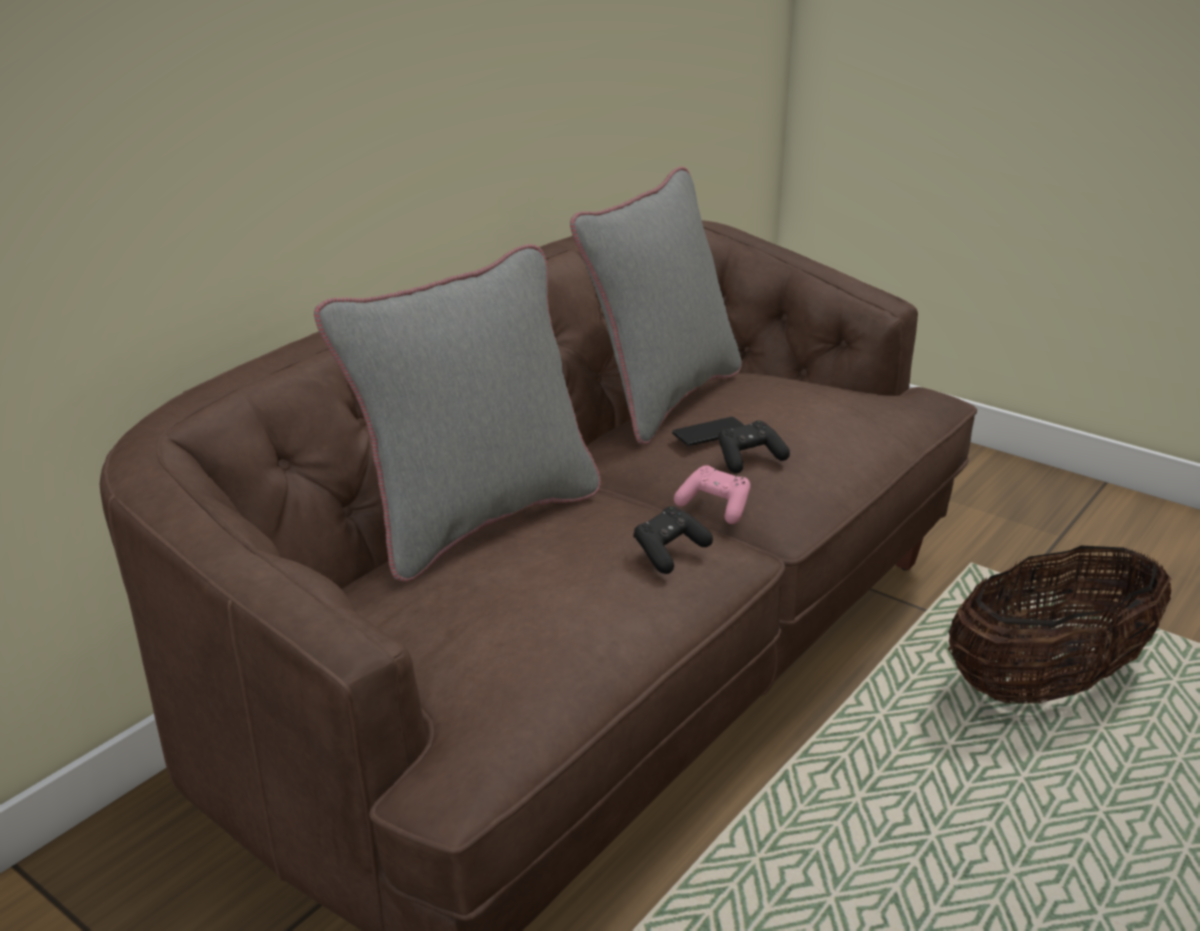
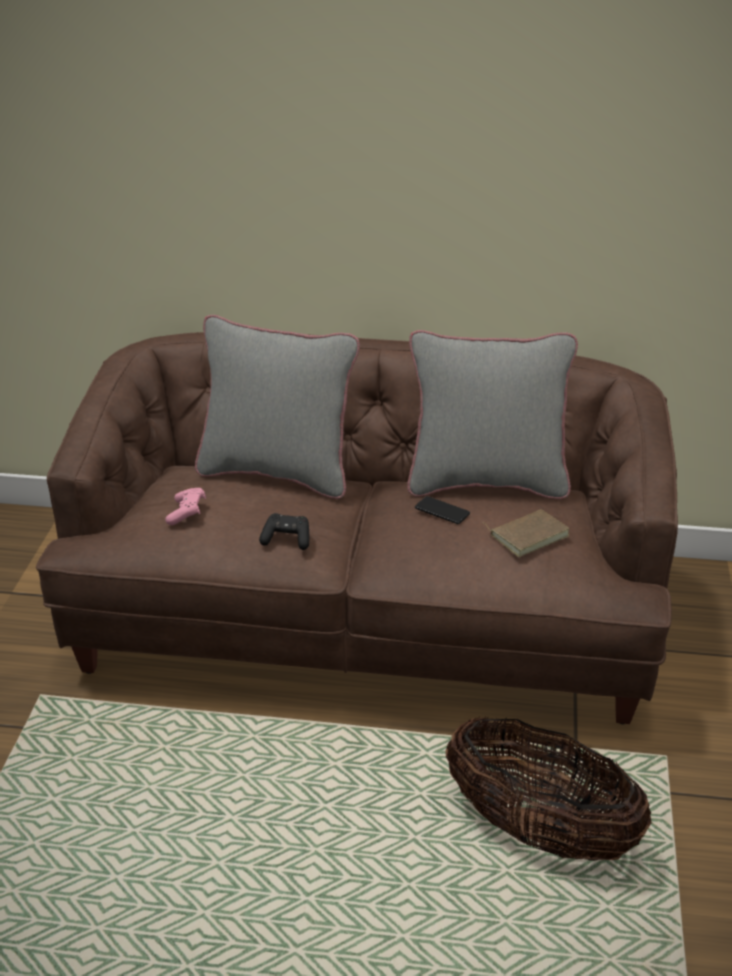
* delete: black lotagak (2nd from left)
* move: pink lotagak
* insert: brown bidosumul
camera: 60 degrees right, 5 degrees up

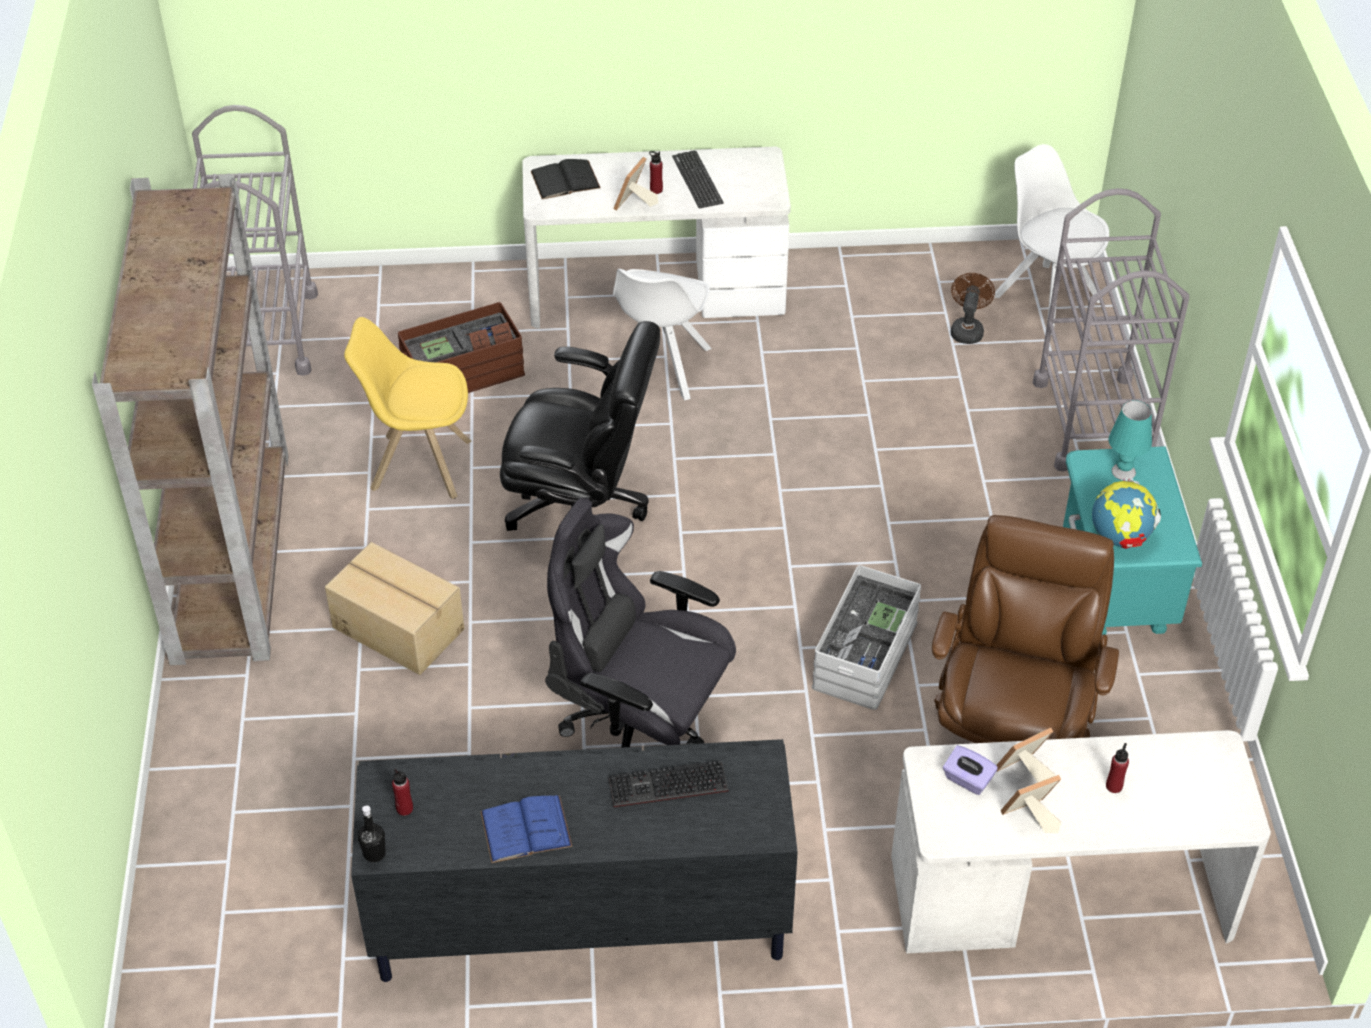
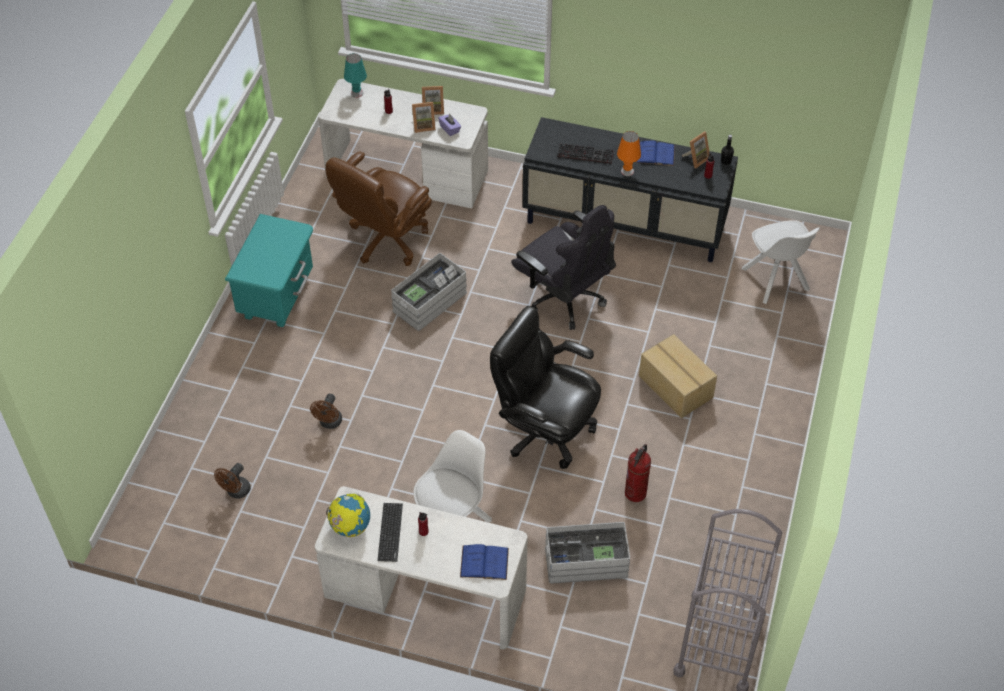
* move: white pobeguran (2nd from left)
* move: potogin (1st from left in the first image) to potogin (3rd from left)
* recolor: black bidosumul to blue bidosumul (1st from left)
* delete: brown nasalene
* delete: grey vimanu (2nd from left)
* recolor: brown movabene to grey movabene (2nd from left)
* replace: yellow pobeguran to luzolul
* move: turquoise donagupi
* move: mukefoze
* insert: orange donagupi
* insert: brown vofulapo (2nd from left)
camera: 160 degrees left, 5 degrees up

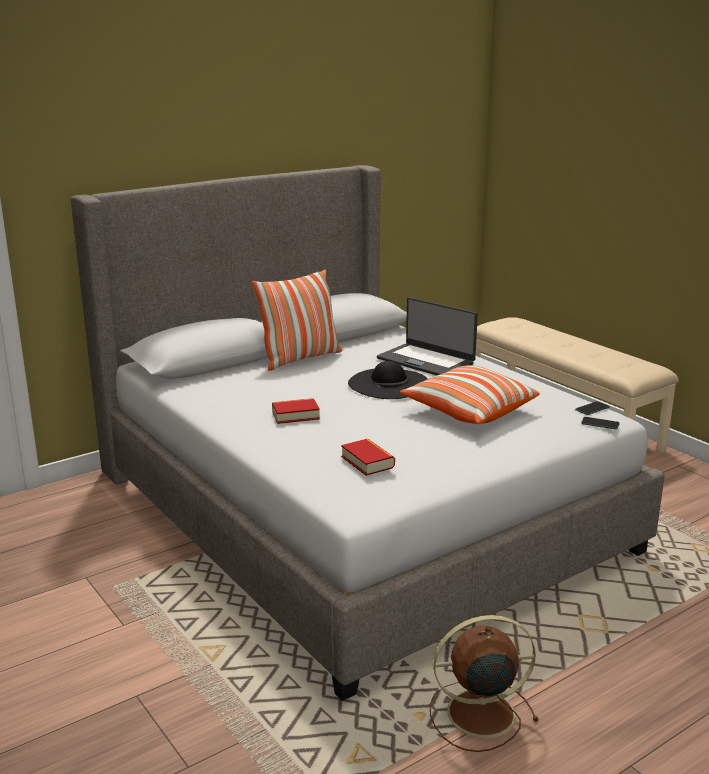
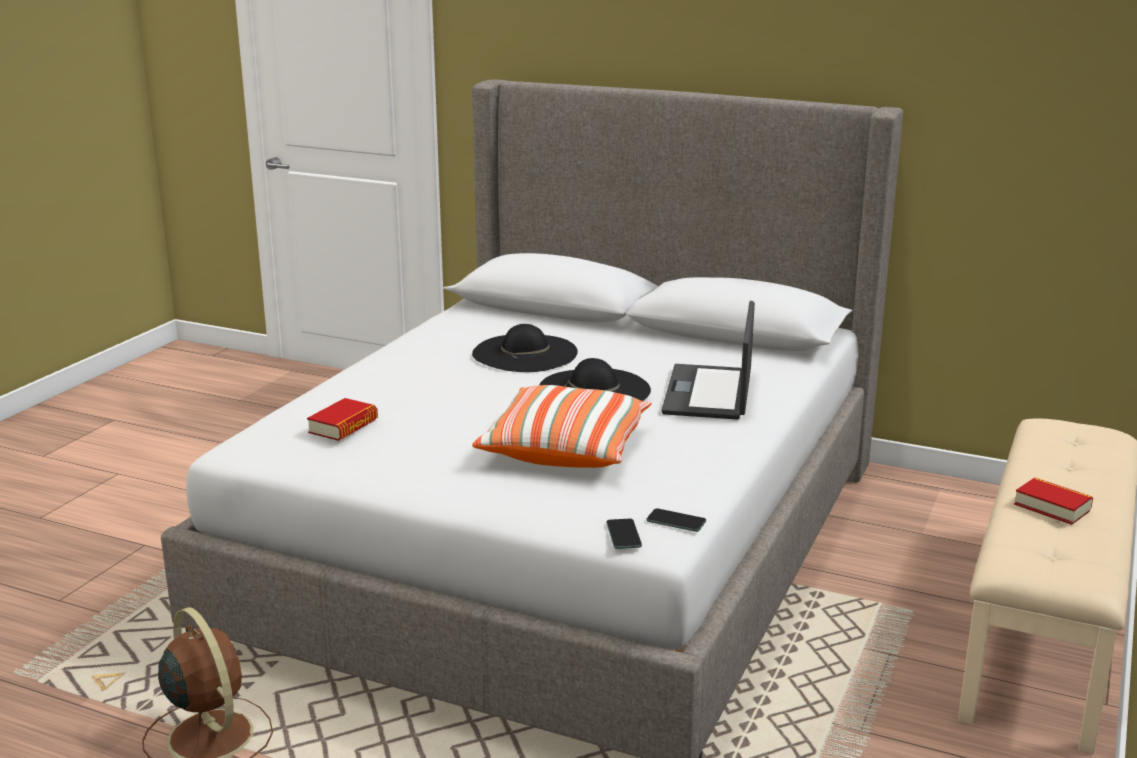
* delete: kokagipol (1st from left)
* move: bidosumul (1st from left in the first image) to bidosumul (2nd from left)
* insert: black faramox (1st from left)
camera: 60 degrees right, 0 degrees up

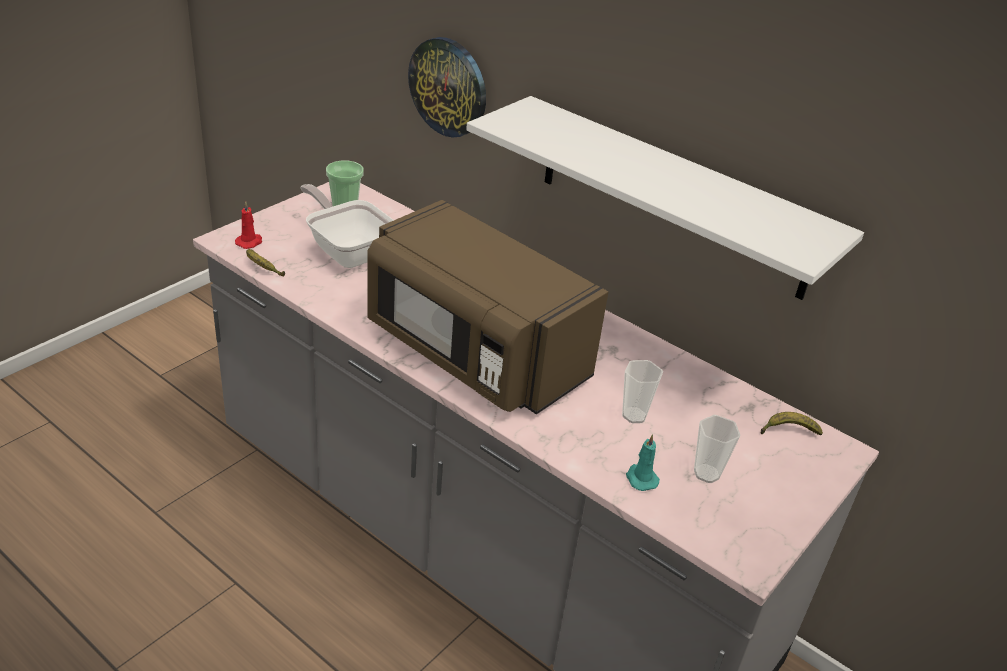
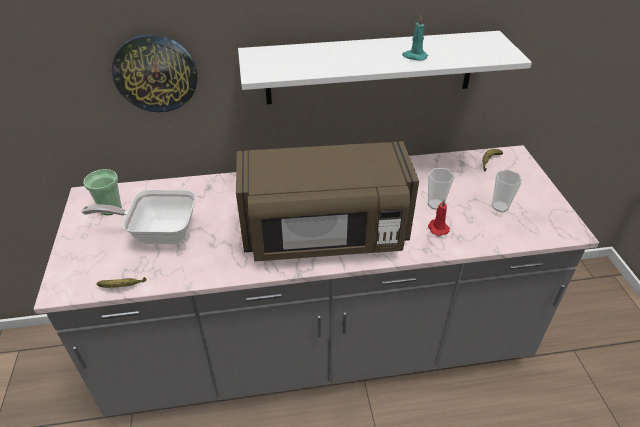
* move: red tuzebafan
* move: turquoise tuzebafan
camera: 45 degrees left, 5 degrees up

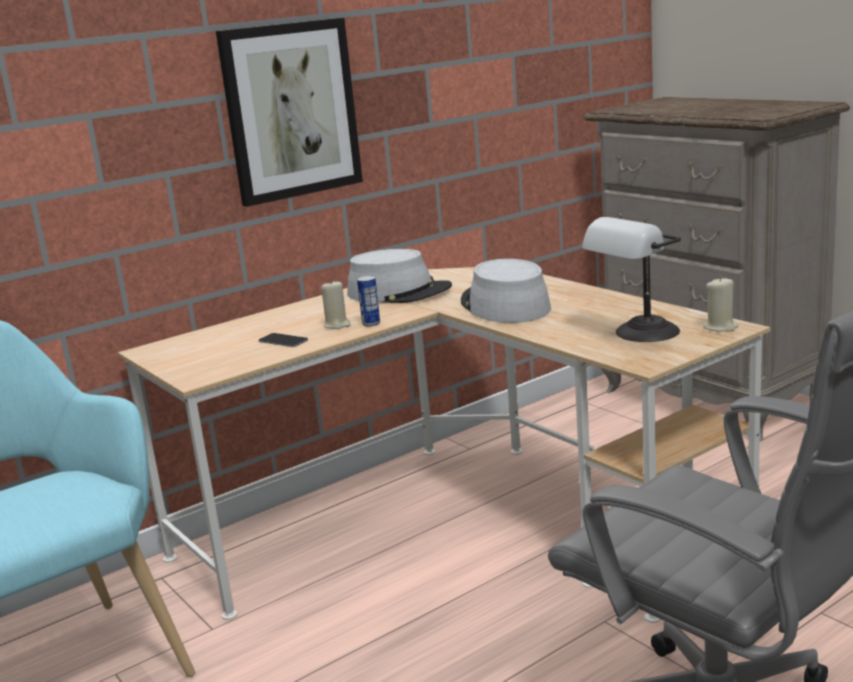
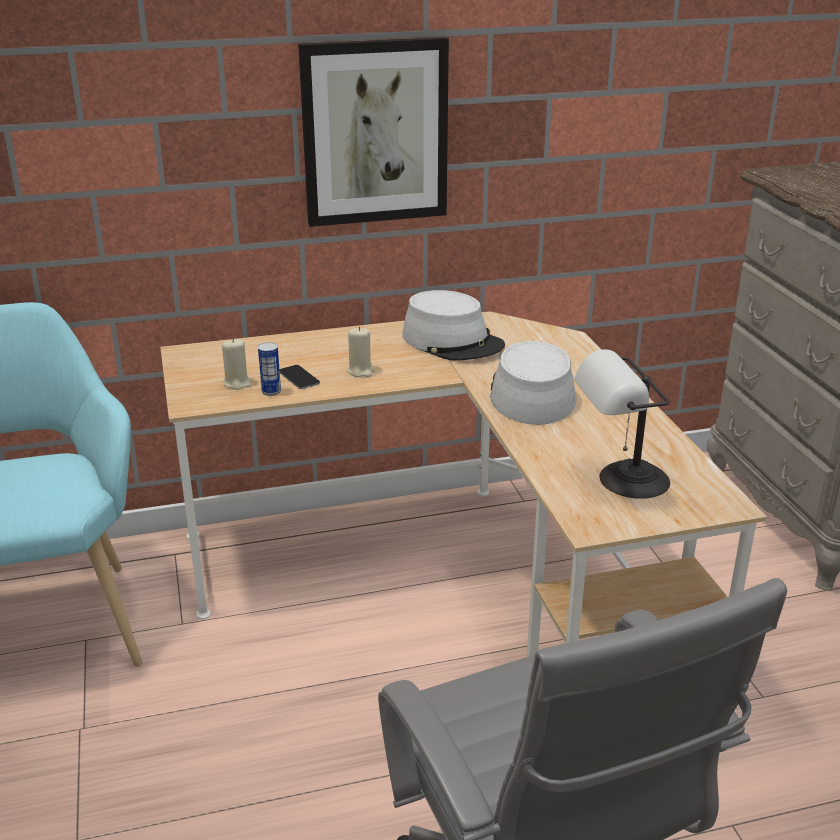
* move: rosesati
* move: beige tuzebafan (2nd from left in the first image) to beige tuzebafan (1st from left)
camera: 20 degrees right, 10 degrees up

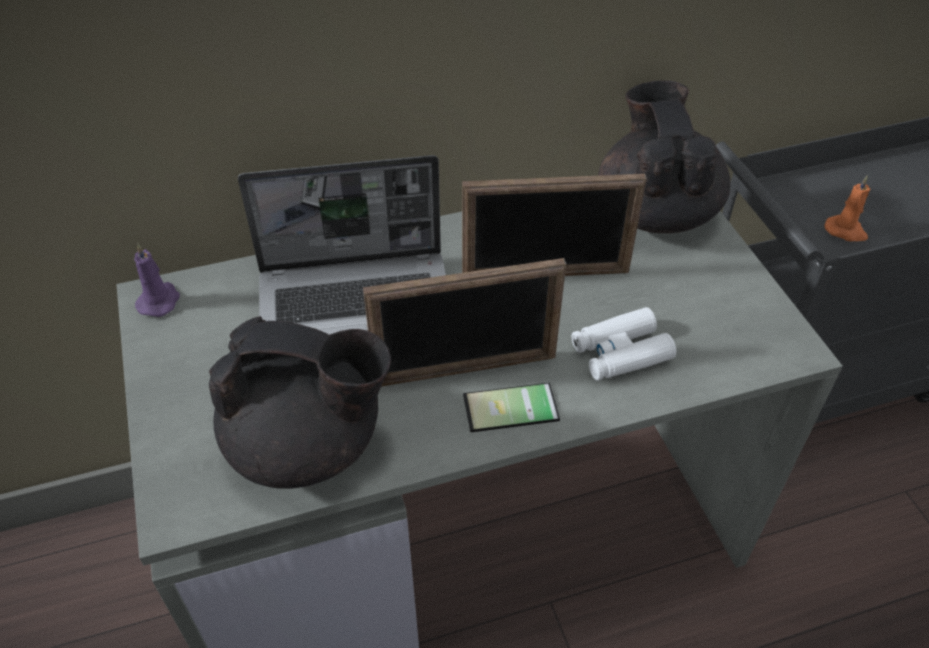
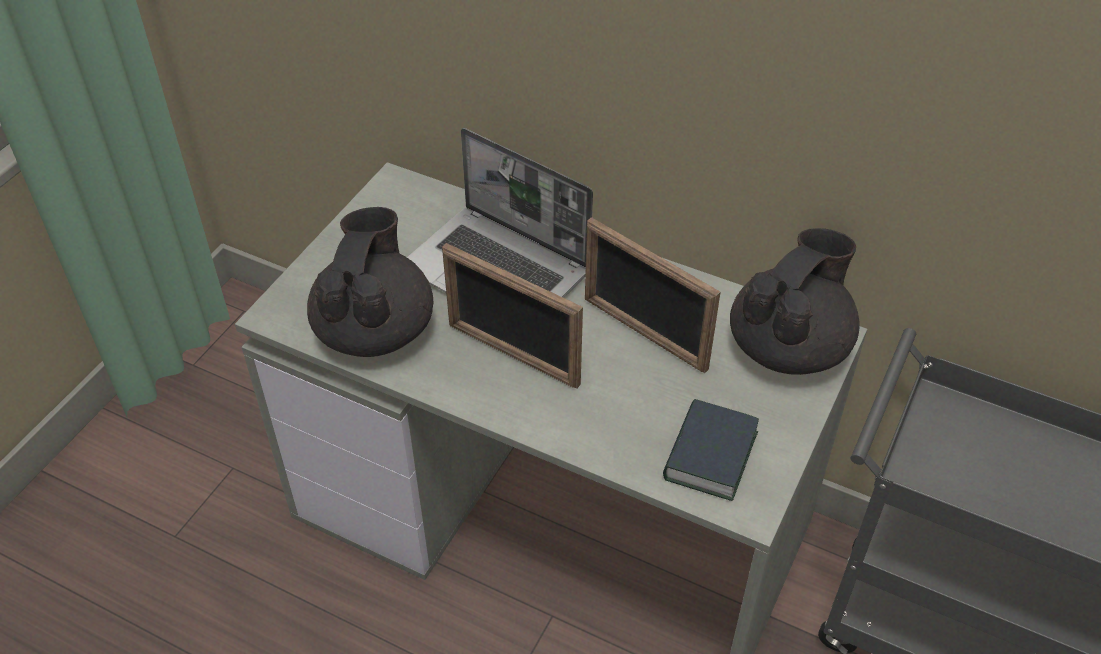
* delete: orange tuzebafan
* delete: purple tuzebafan
* delete: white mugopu
* rotate: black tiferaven (1st from left) 135 degrees counterclockwise
* delete: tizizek
* insert: bidosumul
camera: 45 degrees right, 0 degrees up

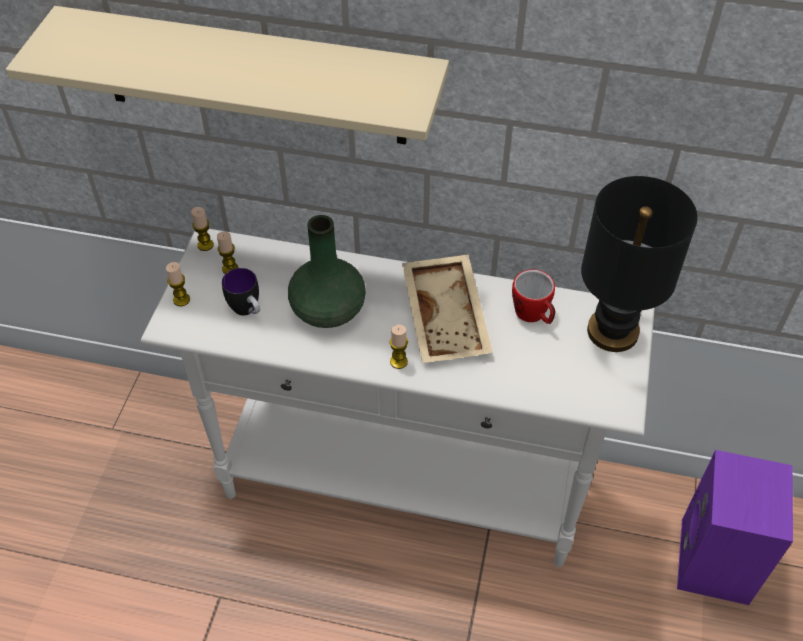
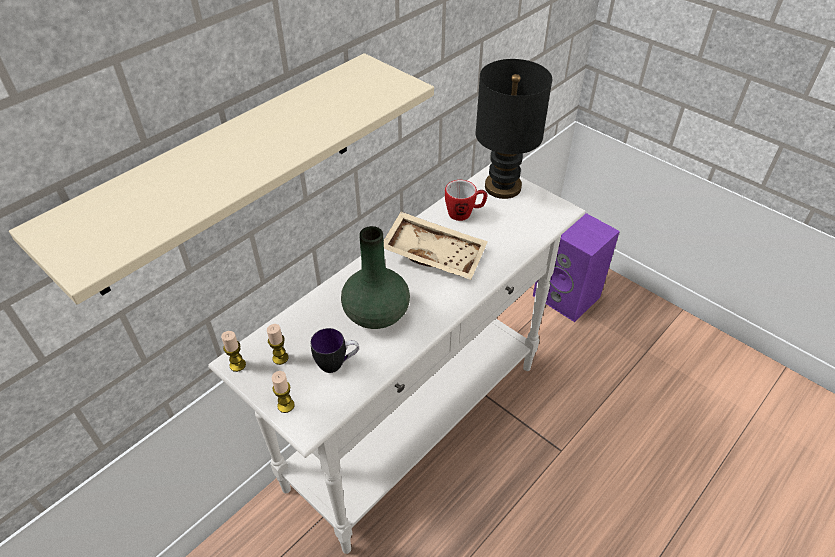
* delete: tuzebafan (4th from left)
camera: 60 degrees left, 5 degrees down

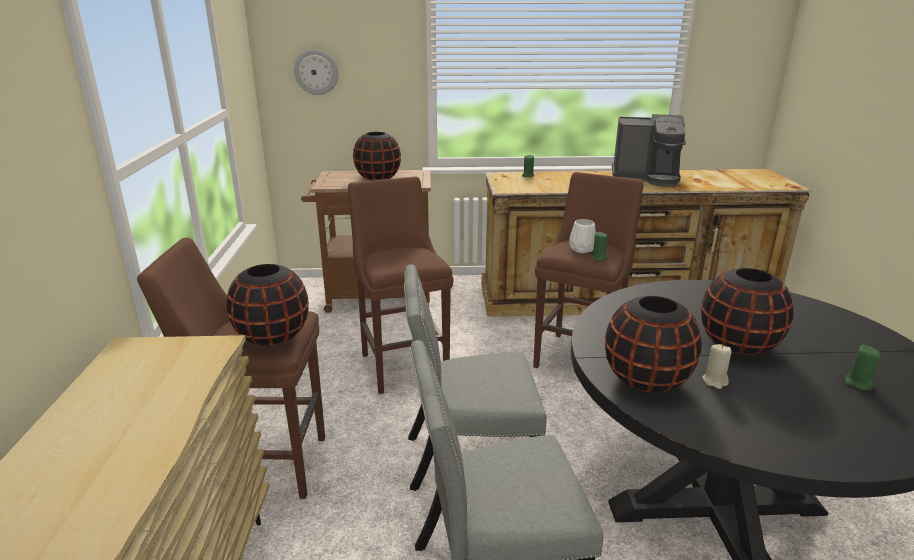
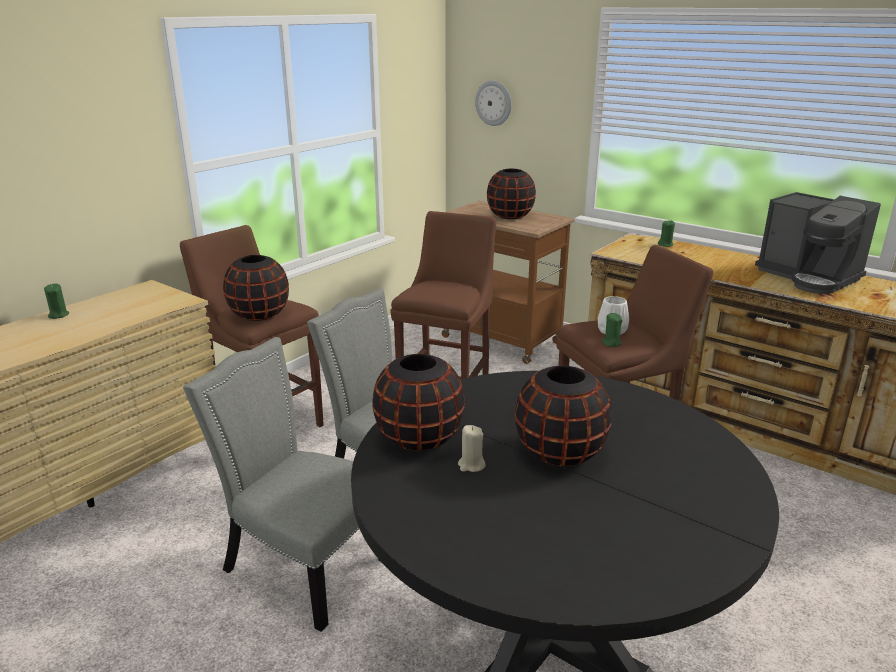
* move: green tuzebafan (3rd from left in the first image) to green tuzebafan (1st from left)
camera: 40 degrees right, 0 degrees up

